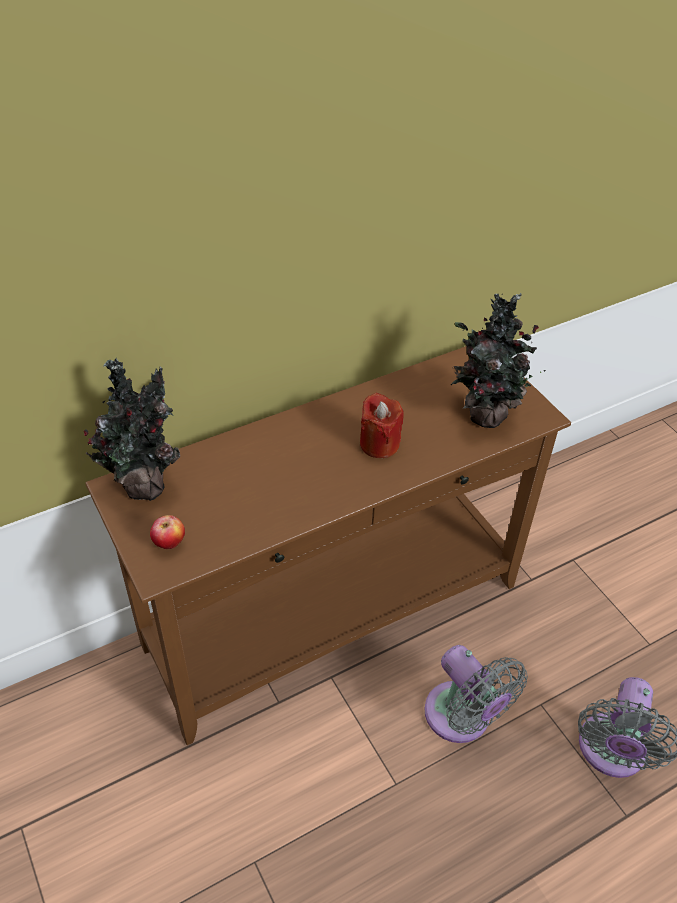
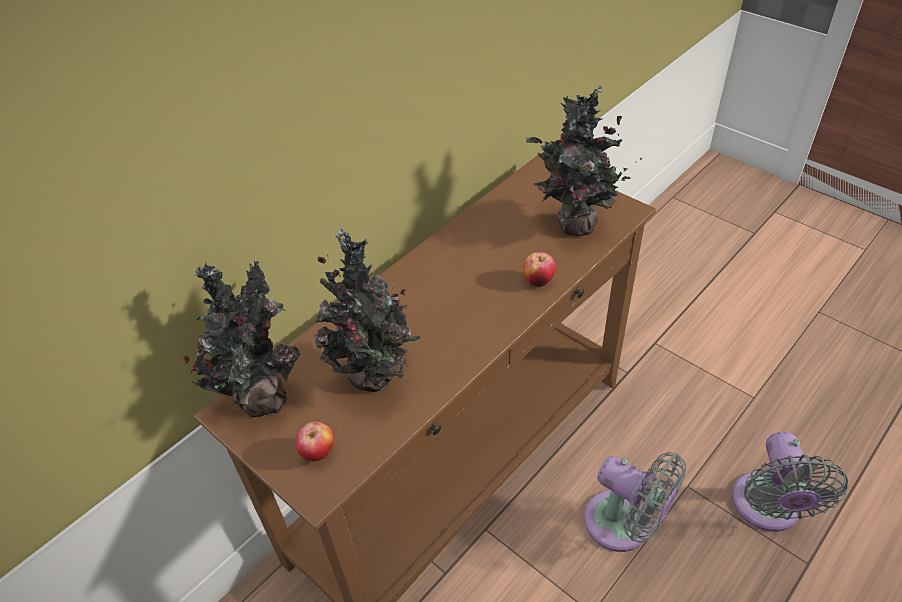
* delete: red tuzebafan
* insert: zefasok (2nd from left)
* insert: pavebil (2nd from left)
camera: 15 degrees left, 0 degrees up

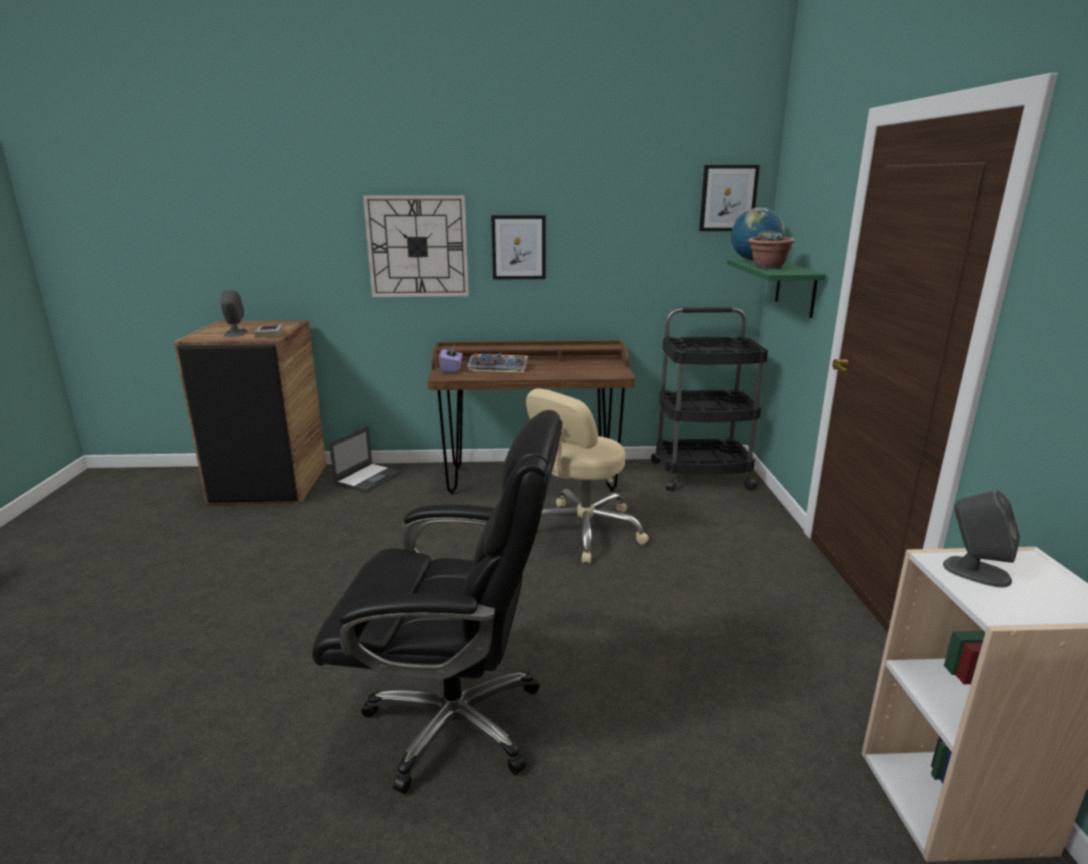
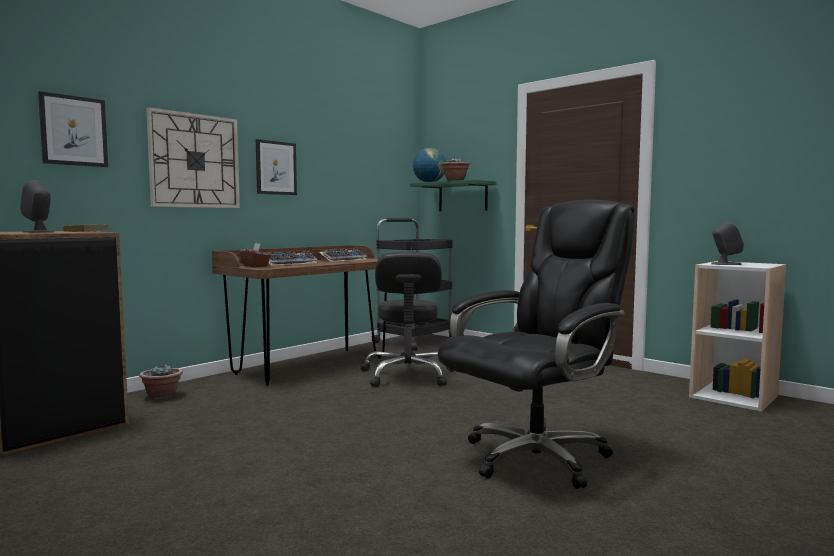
* move: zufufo (2nd from left in the first image) to zufufo (1st from left)
* recolor: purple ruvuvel to brown ruvuvel
* recolor: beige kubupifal to black kubupifal (1st from left)
* replace: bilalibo to zefasok (1st from left)
* insert: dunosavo (2nd from left)
camera: 45 degrees left, 15 degrees down

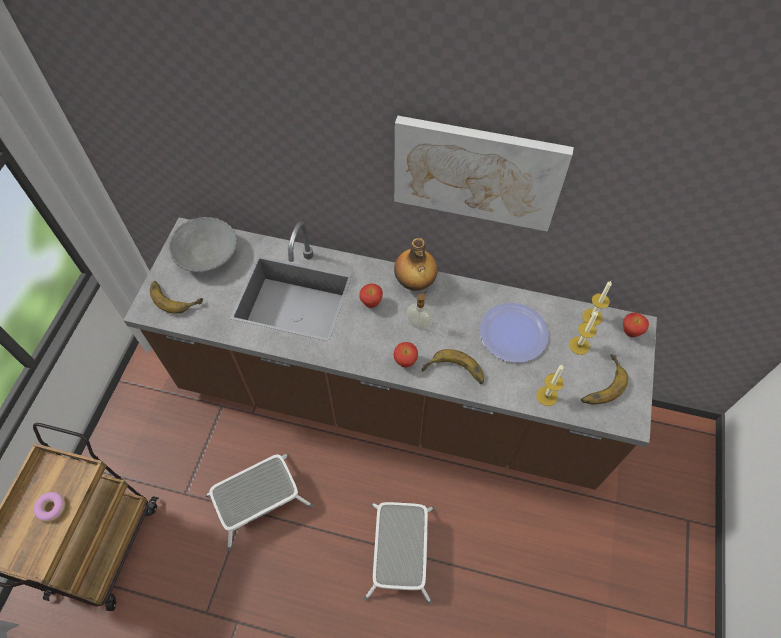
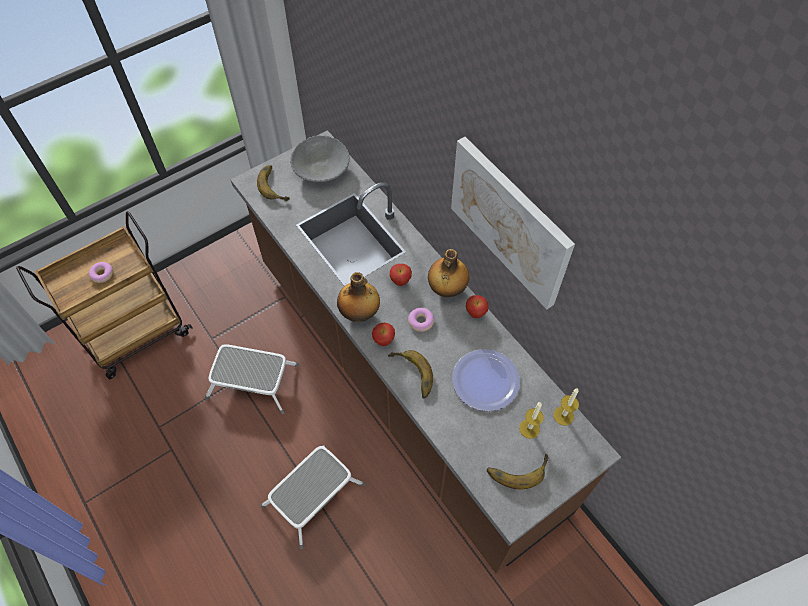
* replace: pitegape to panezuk (2nd from left)
* move: pavebil (3rd from left)
* delete: tuzebafan (1st from left)
* insert: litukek (1st from left)
camera: 40 degrees right, 0 degrees up

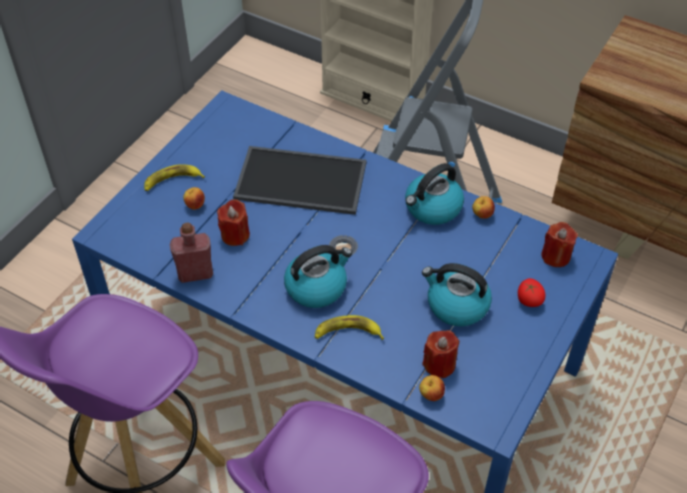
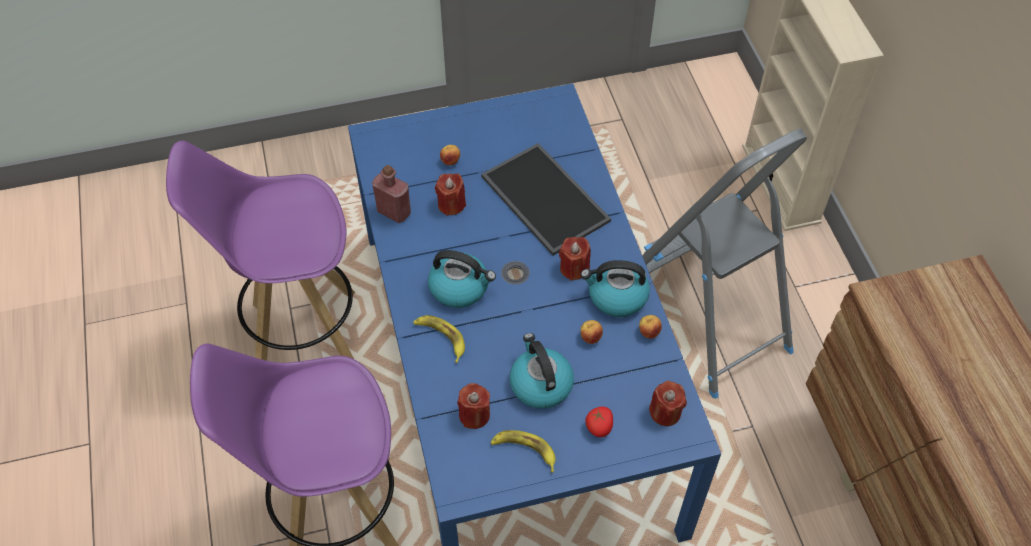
* move: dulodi (1st from left in the first image) to dulodi (2nd from left)
* move: pavebil (2nd from left)
* insert: red tuzebafan (3rd from left)
camera: 45 degrees right, 5 degrees up

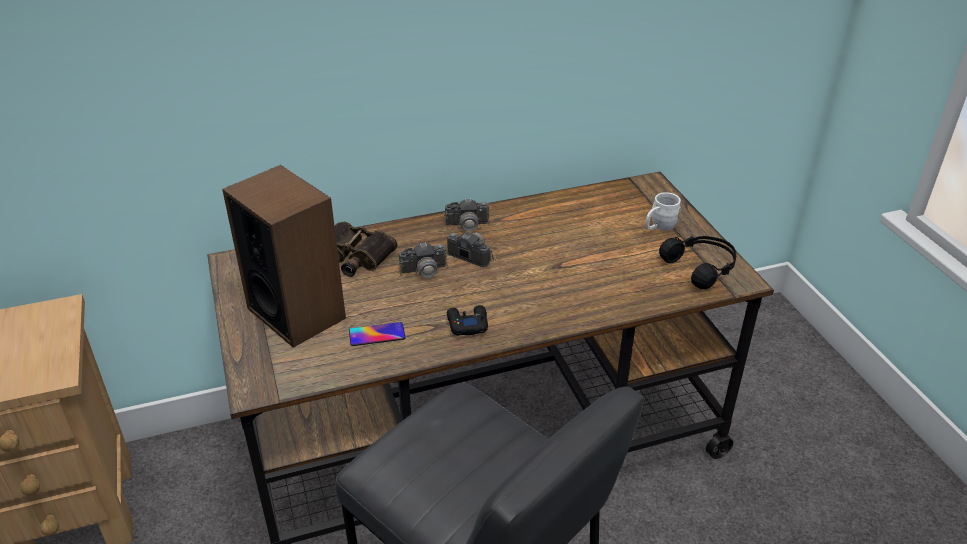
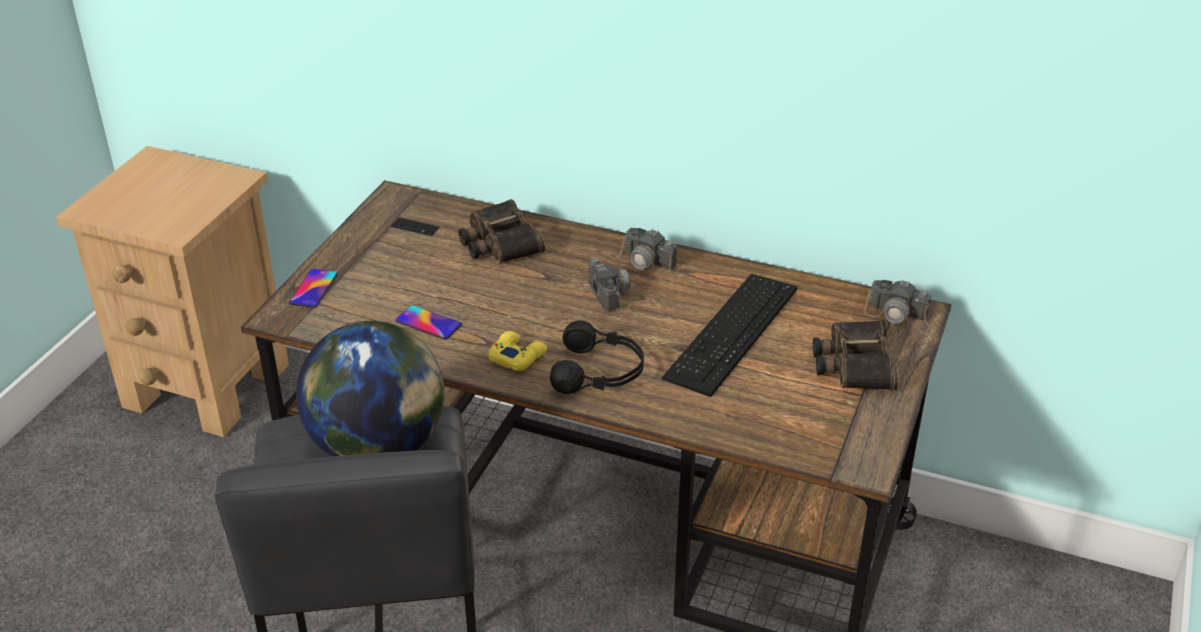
* delete: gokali
* replace: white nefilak to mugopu (2nd from left)
* move: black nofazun
* move: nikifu (1st from left in the first image) to nikifu (3rd from left)
* recolor: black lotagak to yellow lotagak
* insert: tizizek (1st from left)
* insert: dunosavo
* insert: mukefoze
camera: 40 degrees right, 0 degrees up

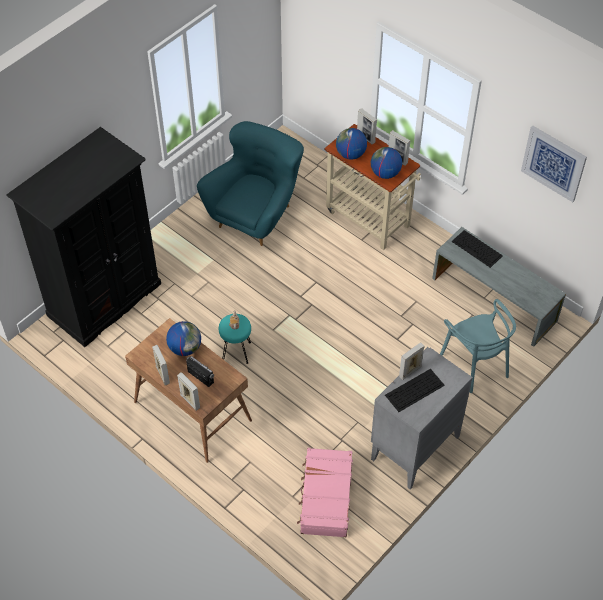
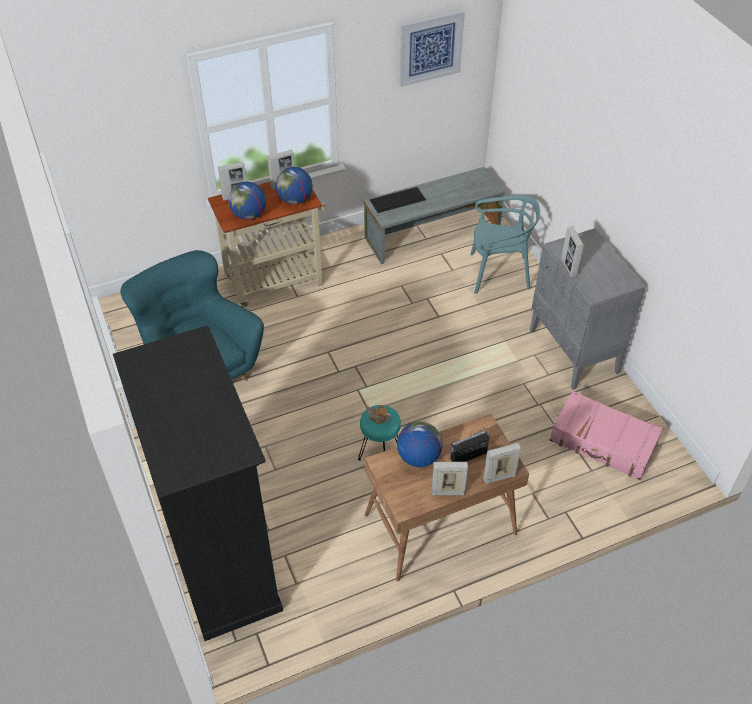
* delete: dunosavo (1st from left)
camera: 65 degrees left, 5 degrees down

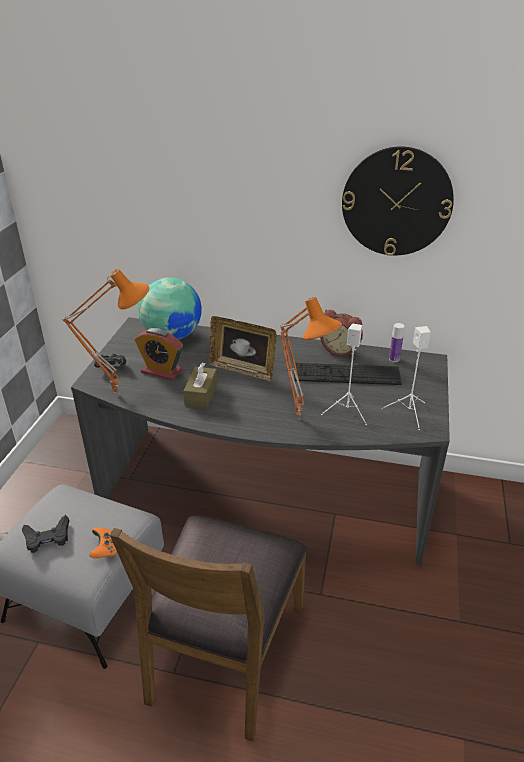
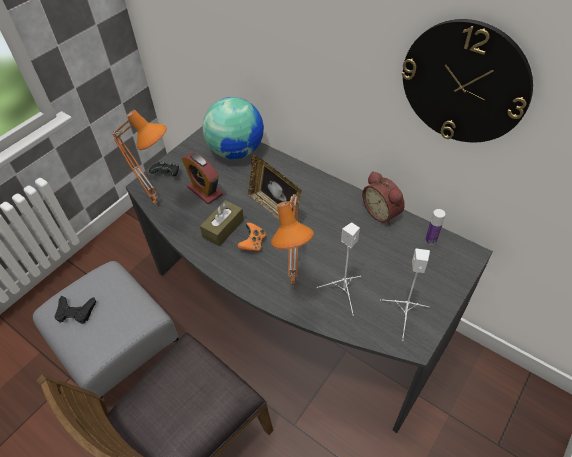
* delete: dunosavo
* move: orange lotagak
camera: 25 degrees right, 15 degrees up

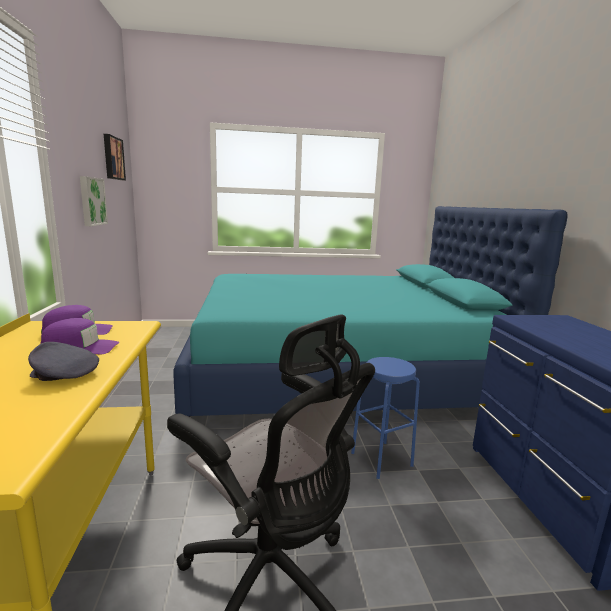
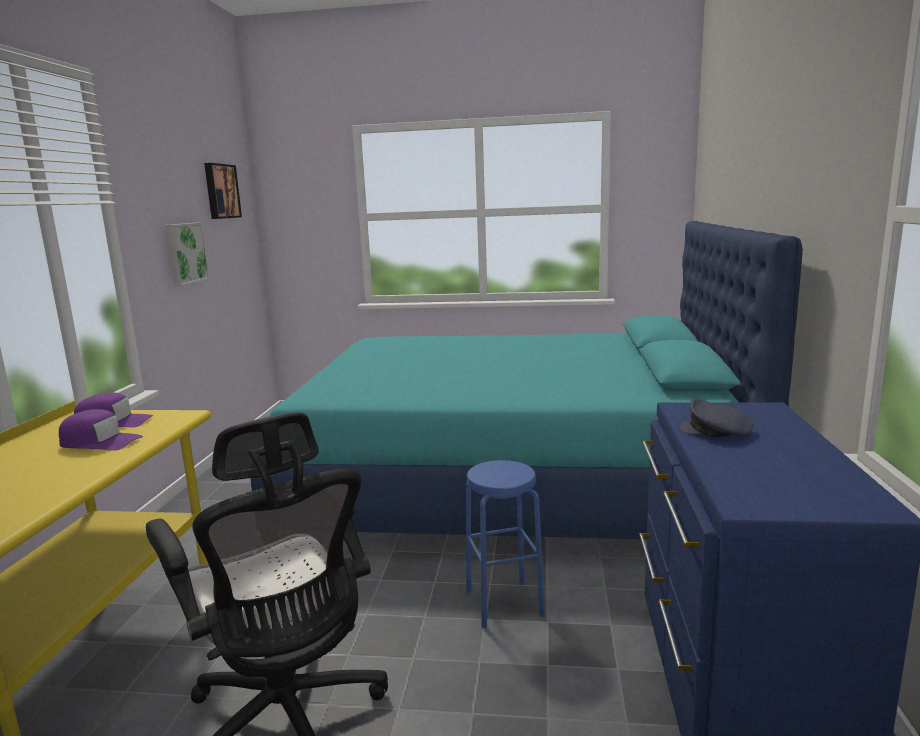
* move: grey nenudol
camera: 15 degrees right, 0 degrees up

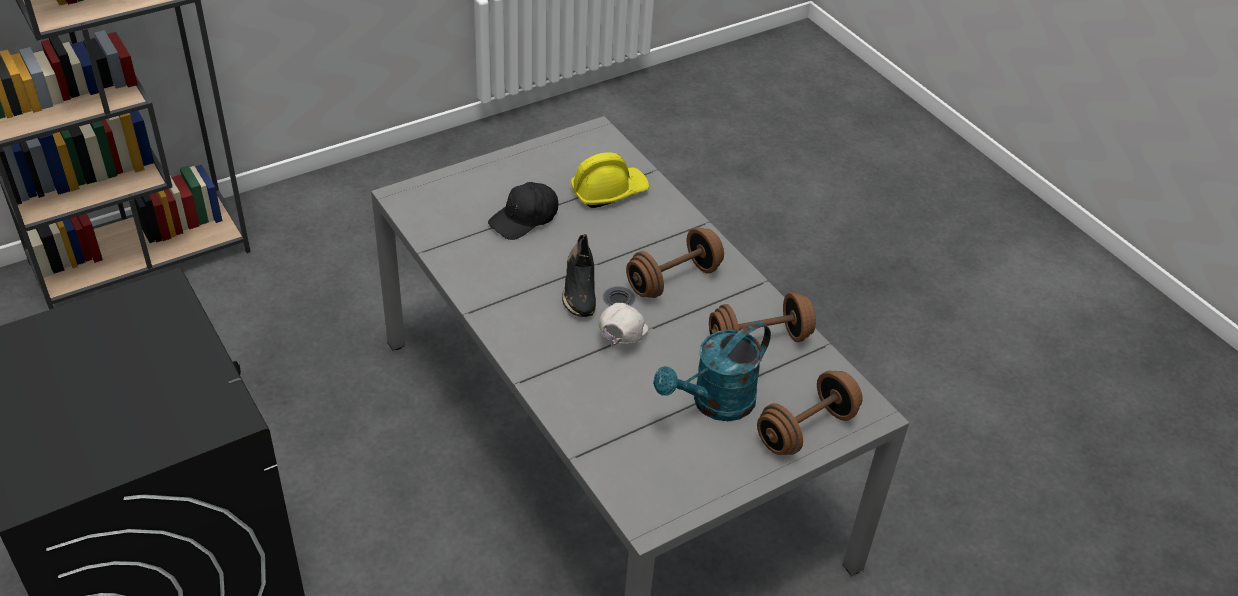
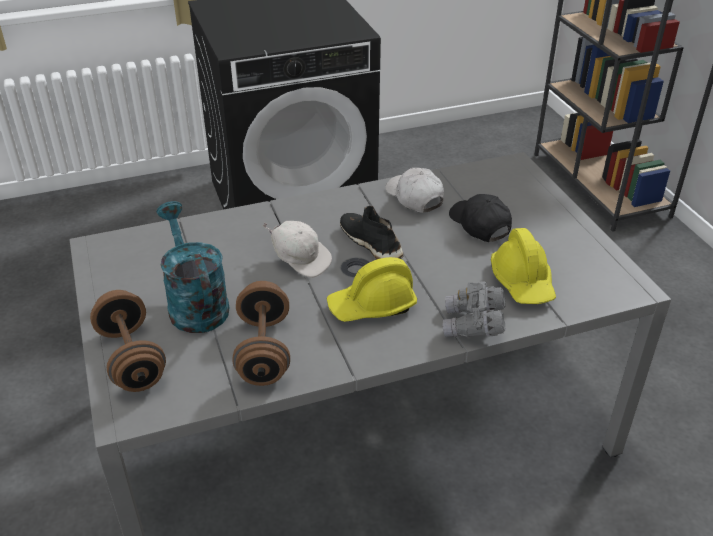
* replace: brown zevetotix (1st from left) to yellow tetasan (1st from left)
* rotate: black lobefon 45 degrees clockwise
* insert: white nenudol (2nd from left)
* insert: grey mugopu
camera: 105 degrees right, 5 degrees down

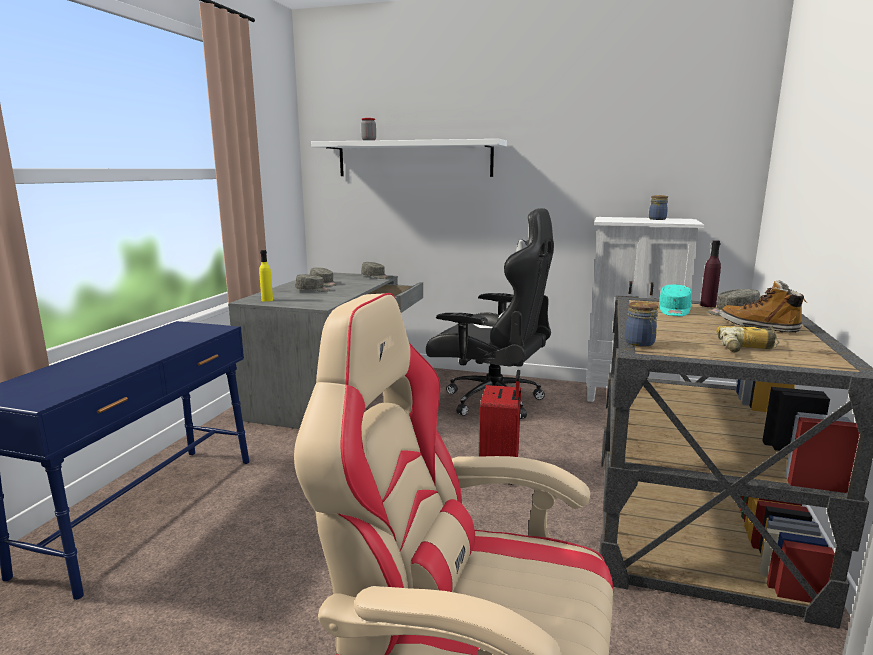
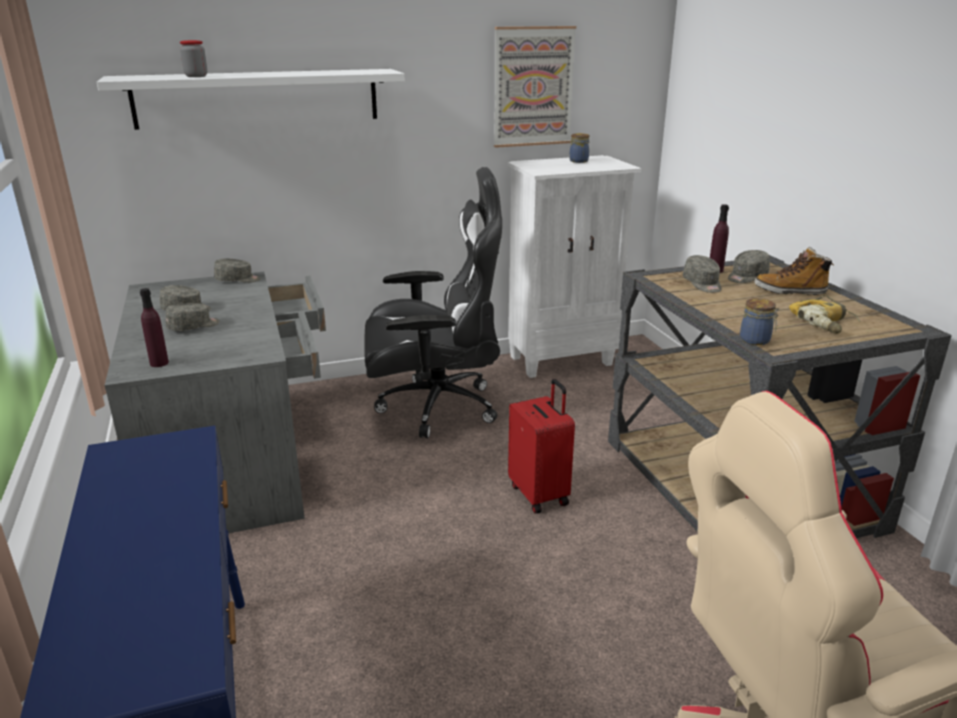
* recolor: yellow litukek to purple litukek (1st from left)
* recolor: turquoise nenudol to grey nenudol (4th from left)
* insert: zufufo
camera: 35 degrees left, 10 degrees up

